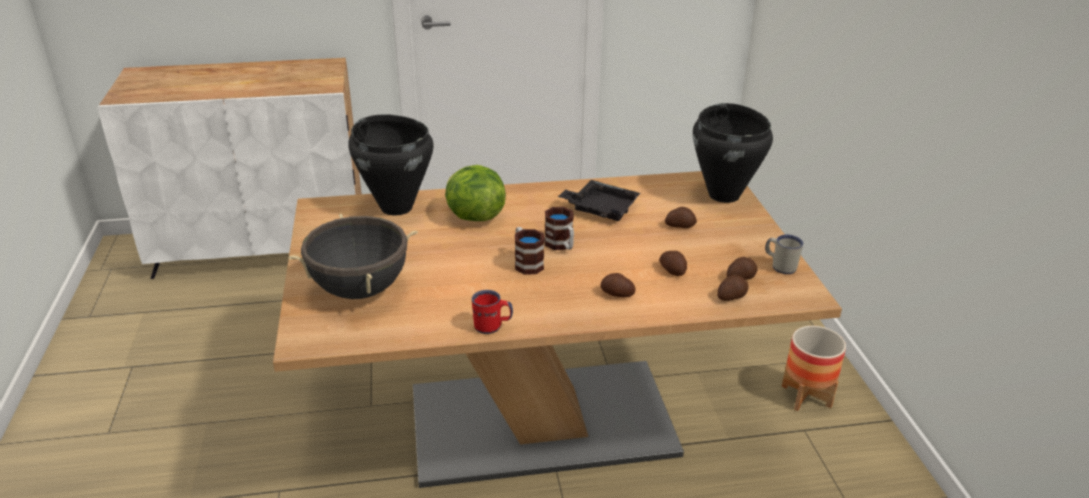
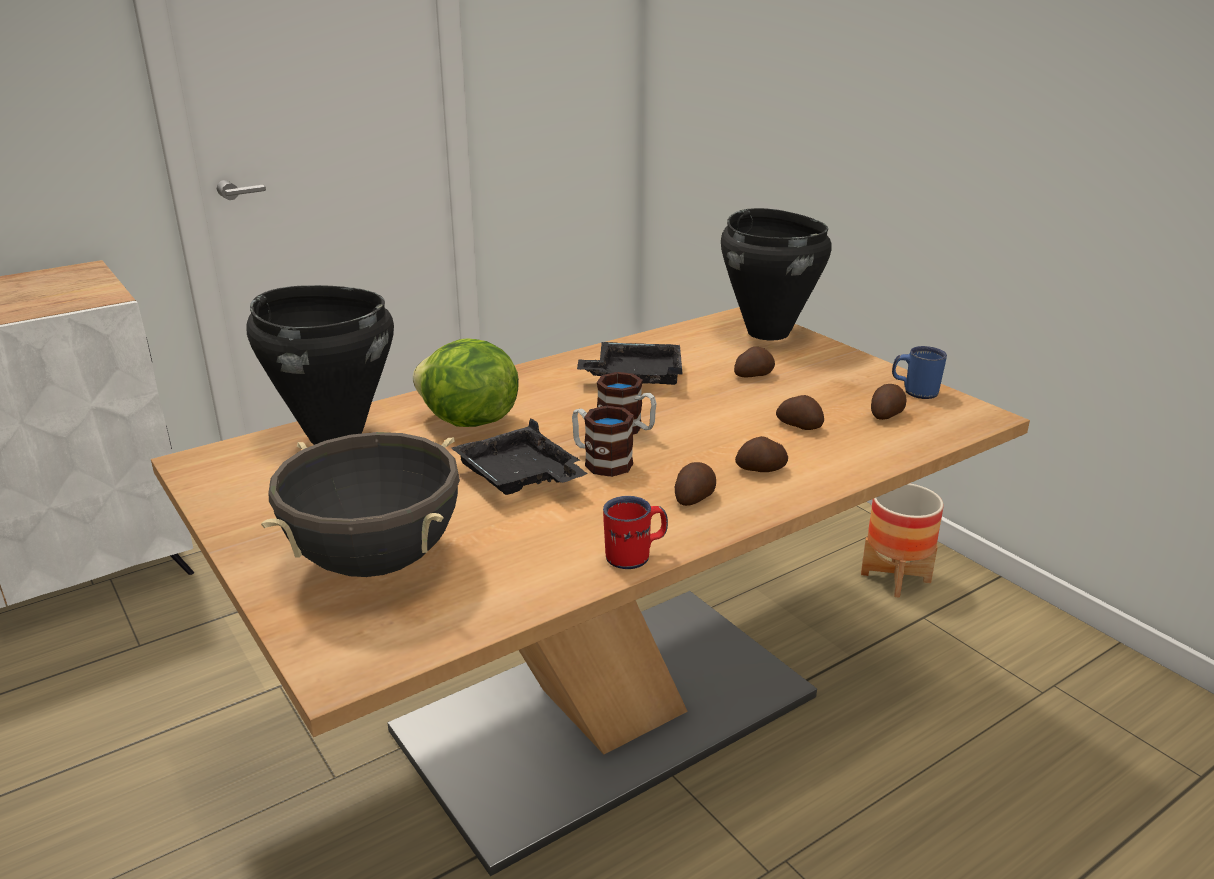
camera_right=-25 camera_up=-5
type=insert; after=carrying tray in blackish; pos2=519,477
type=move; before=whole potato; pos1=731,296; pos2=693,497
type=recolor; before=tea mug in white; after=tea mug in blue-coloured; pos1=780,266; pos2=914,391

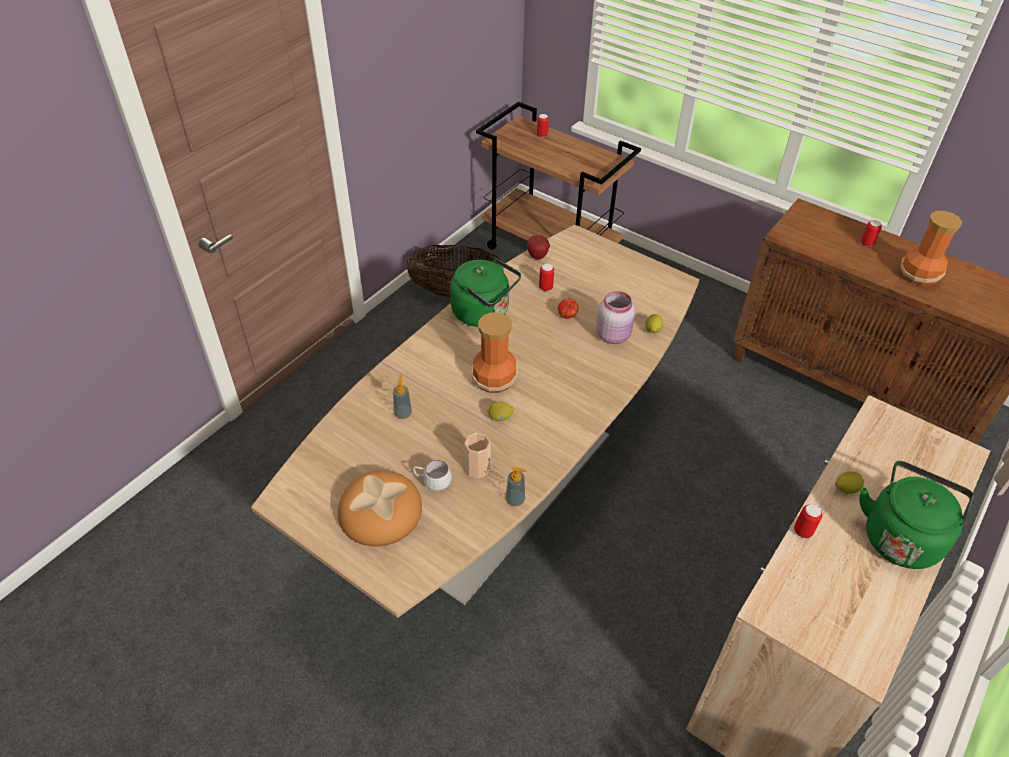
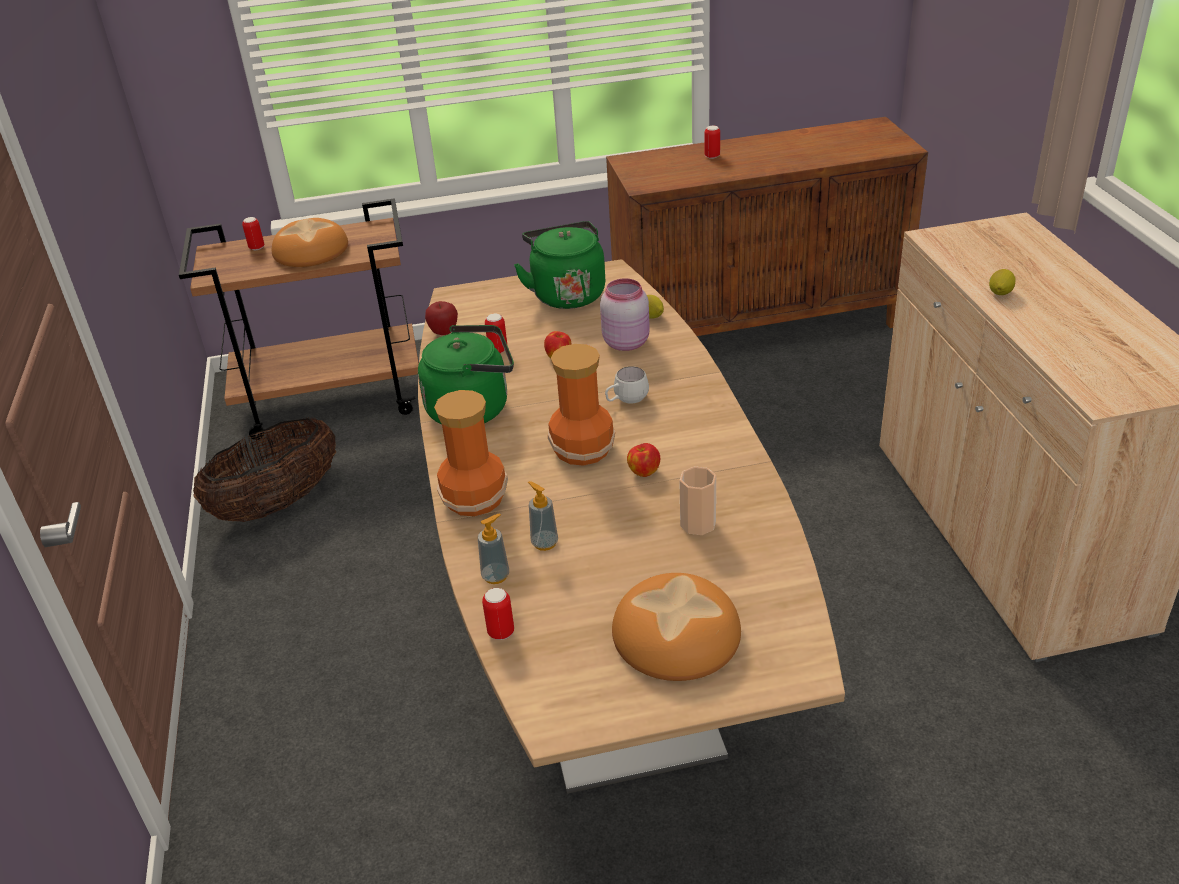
camera_right=-45 camera_up=-10
type=insert; after=baked bread; pos2=311,250
type=move; before=tea mug in white; pos1=432,482; pos2=626,400
type=move; before=soap bottle; pos1=515,500; pos2=495,576
type=move; before=metal can; pos1=802,531; pos2=501,632
type=move; before=kettle in green; pos1=901,536; pos2=567,293
type=move; before=decorative vase; pos1=920,275; pos2=476,497
type=replace; before=citrus fruit; after=apple; pos1=500,417; pos2=643,471

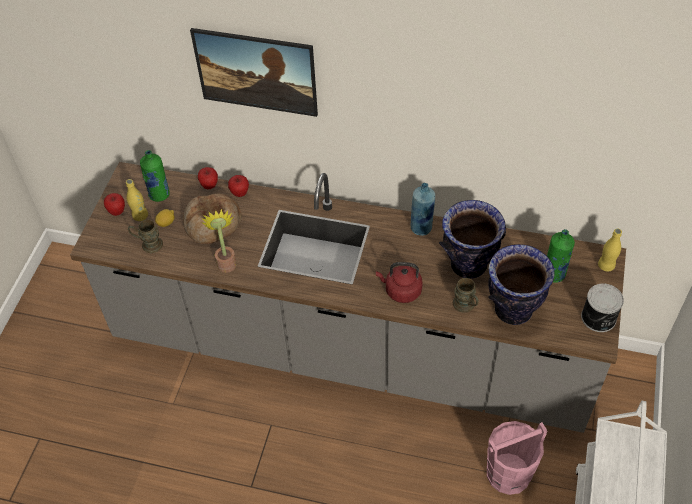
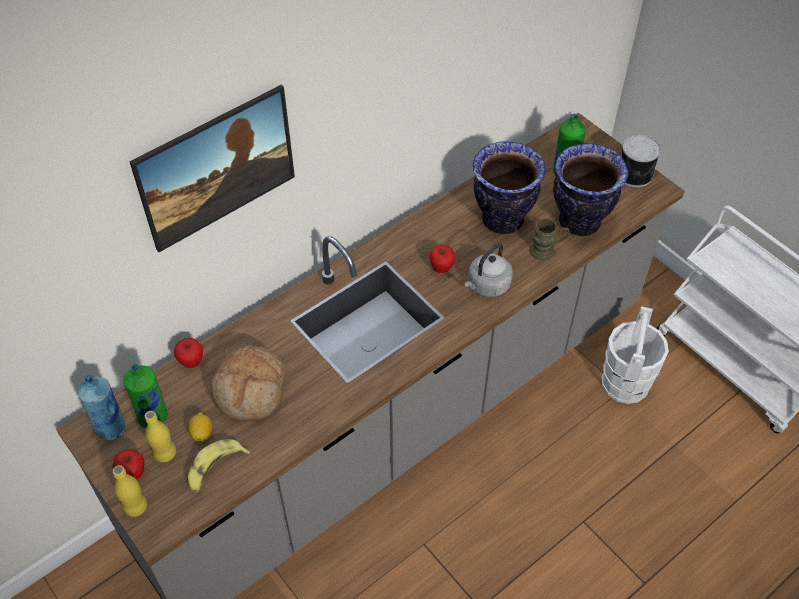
camera_right=-55 camera_up=0
type=delete; before=plant in a pot; pos1=226,261
type=move; before=apple; pos1=240,193; pos2=441,268
type=move; before=drink bottle in blue-coloured; pos1=421,228; pos2=111,427
type=move; before=drink bottle in yellow-coloured; pos1=606,266; pos2=136,507
type=replace; before=tea mug in brownish; after=whole banana; pos1=148,244; pos2=215,469
type=recolor; before=kettle in red; after=kettle in gray; pos1=401,291; pos2=487,286
type=recolor; before=bucket in pinkish; after=bucket in white; pos1=509,473; pos2=625,382

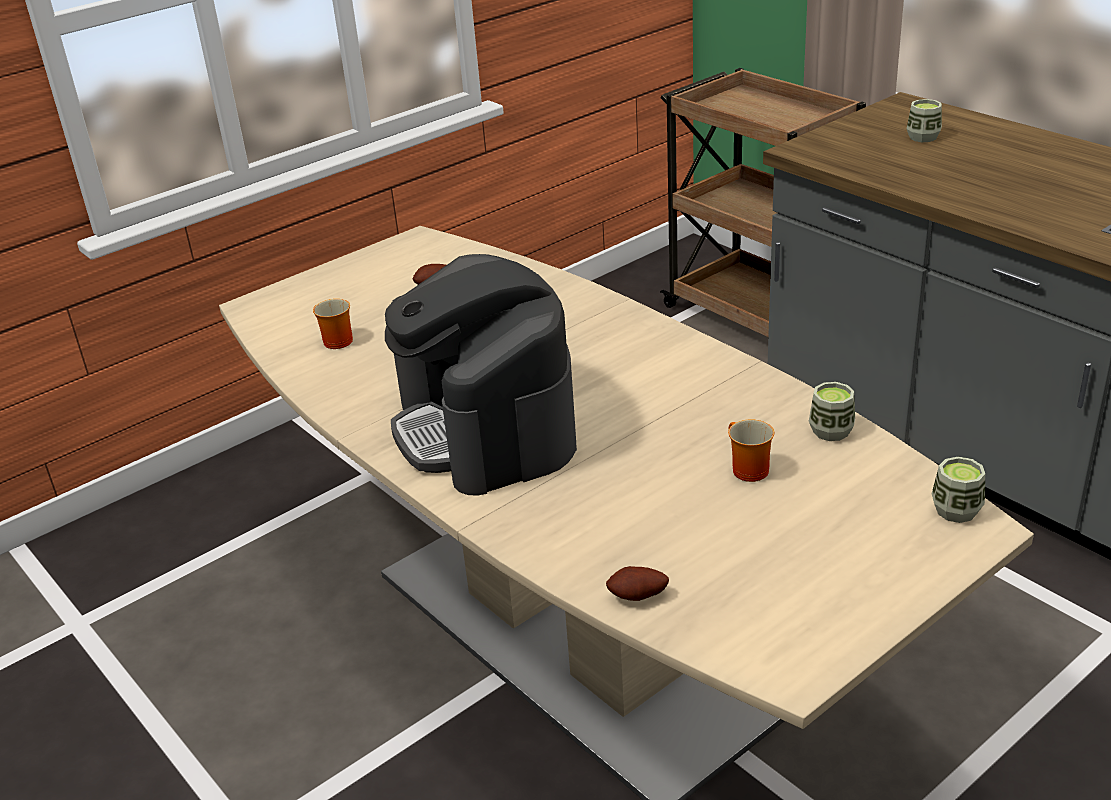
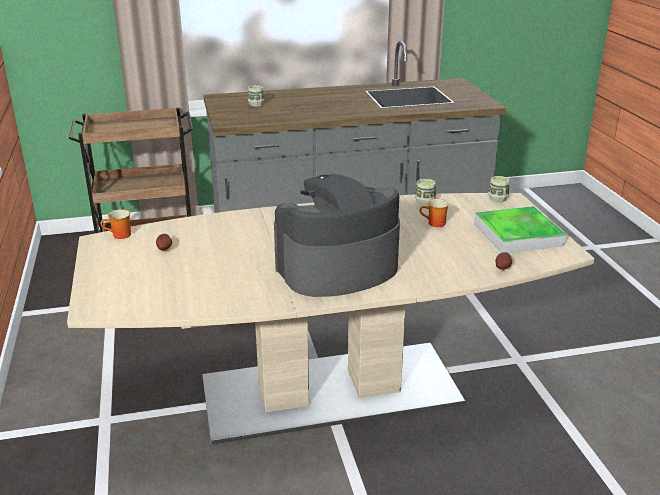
camera_right=-65 camera_up=-5
type=insert; after=carrying tray; pos2=517,234
type=move; before=tea mug; pos1=334,341; pos2=120,236
type=rotate; before=coffee maker; pos1=486,429; pos2=337,269; turn=150

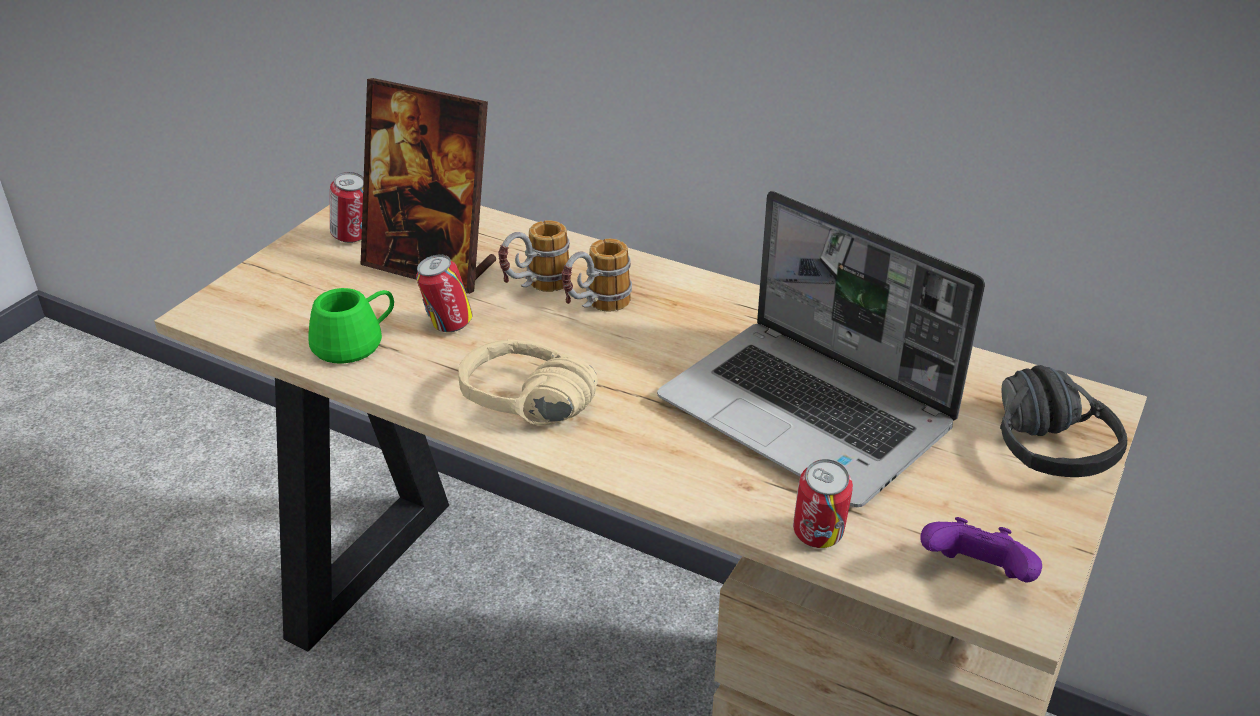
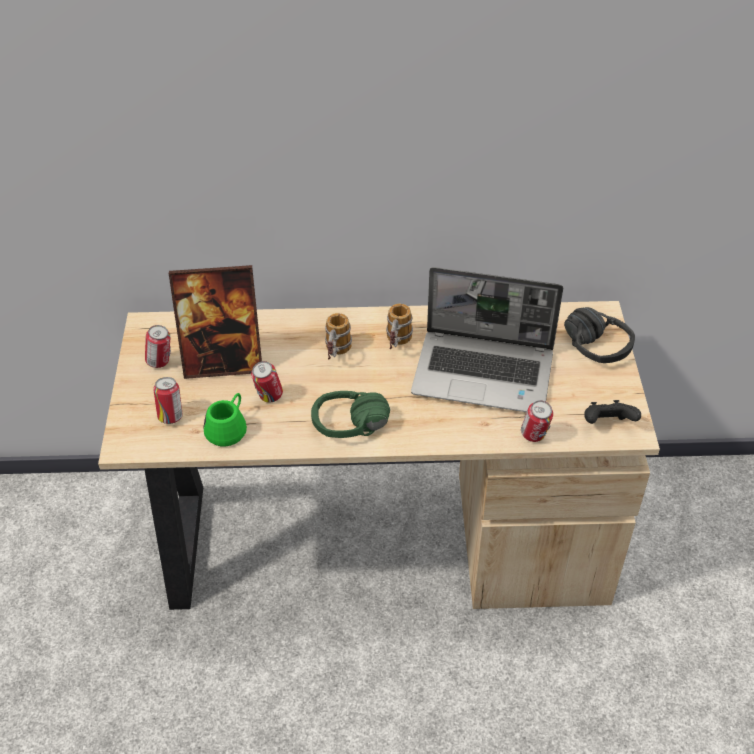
camera_right=-30 camera_up=10
type=insert; after=metal can; pos2=171,416
type=move; before=tea mug; pos1=535,289; pos2=397,344
type=recolor; before=headset in sand-coloured; after=headset in green; pos1=519,415; pos2=352,433
type=recolor; before=joypad in purple-coloured; after=joypad in blackish; pos1=976,575; pos2=607,424

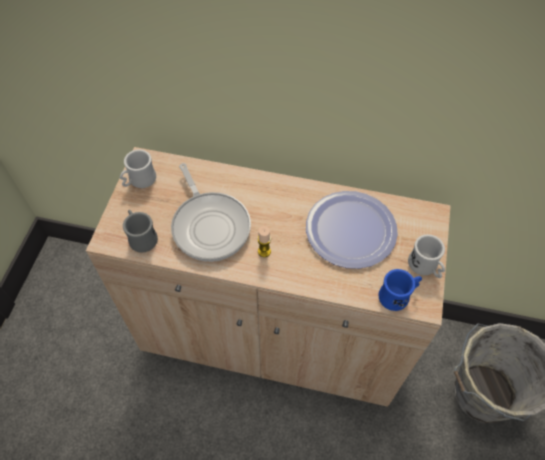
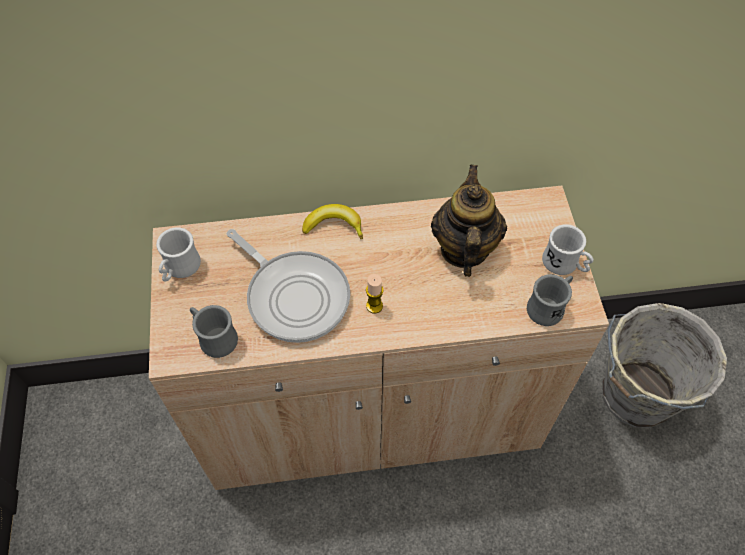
camera_right=-20 camera_up=0
type=insert; after=whole banana; pos2=334,225
type=replace; before=flat dish; after=tea pot; pos1=350,230; pos2=464,249
type=recolor; before=tea mug in blue-coloured; after=tea mug in gray; pos1=398,296; pos2=549,307

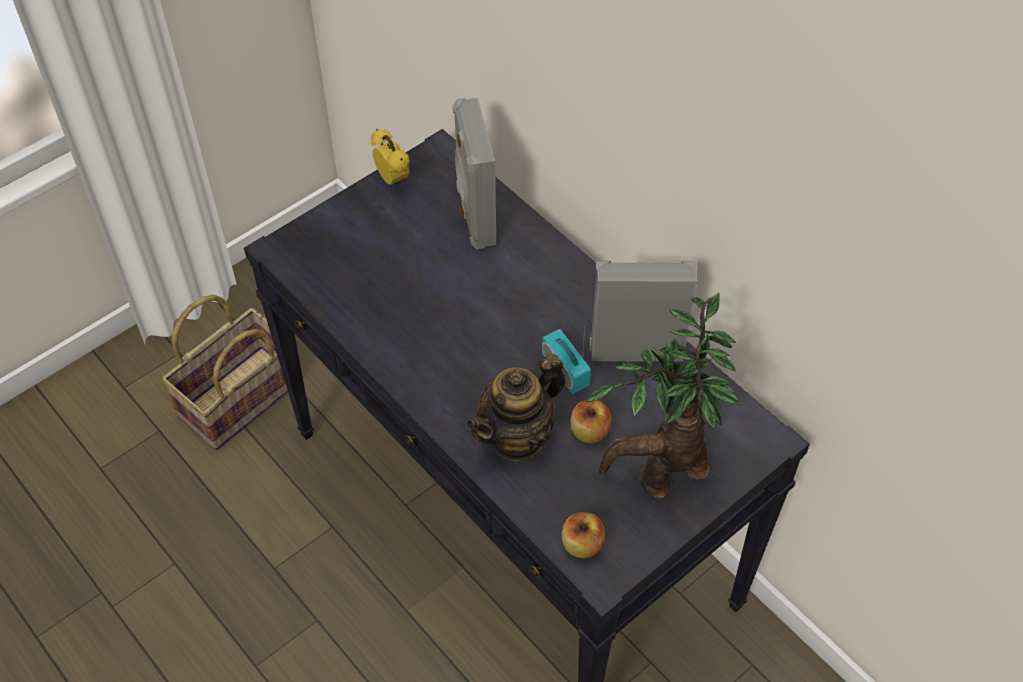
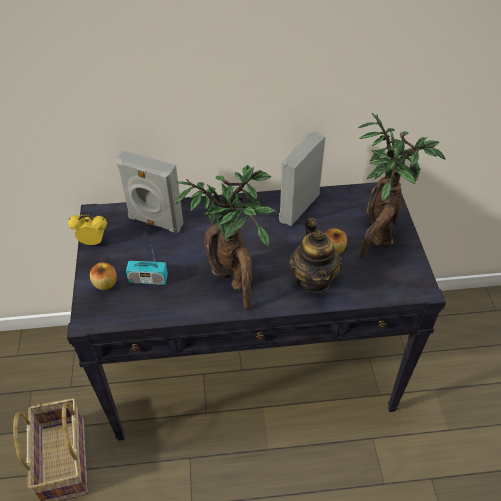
camera_right=-55 camera_up=-5
type=insert; after=plant in a pot; pos2=233,281
type=move; before=radio set; pos1=565,370; pos2=148,279
type=move; before=apple; pos1=582,544; pos2=105,283

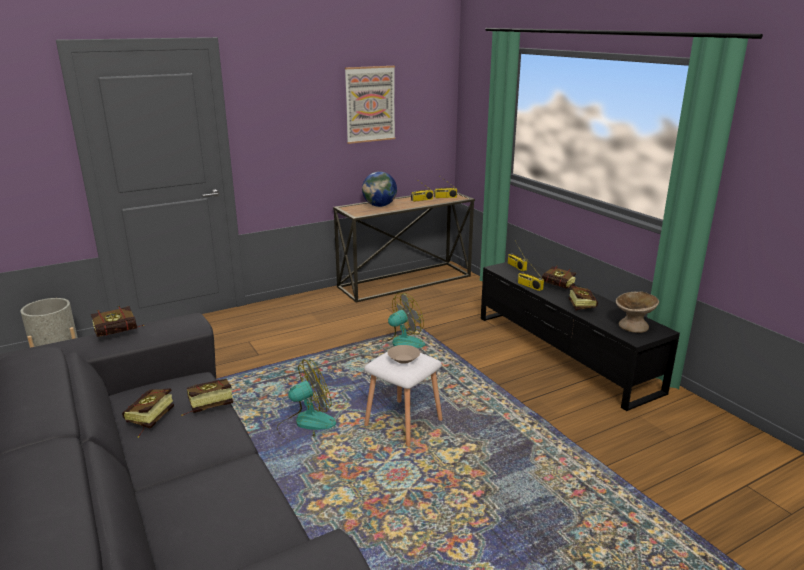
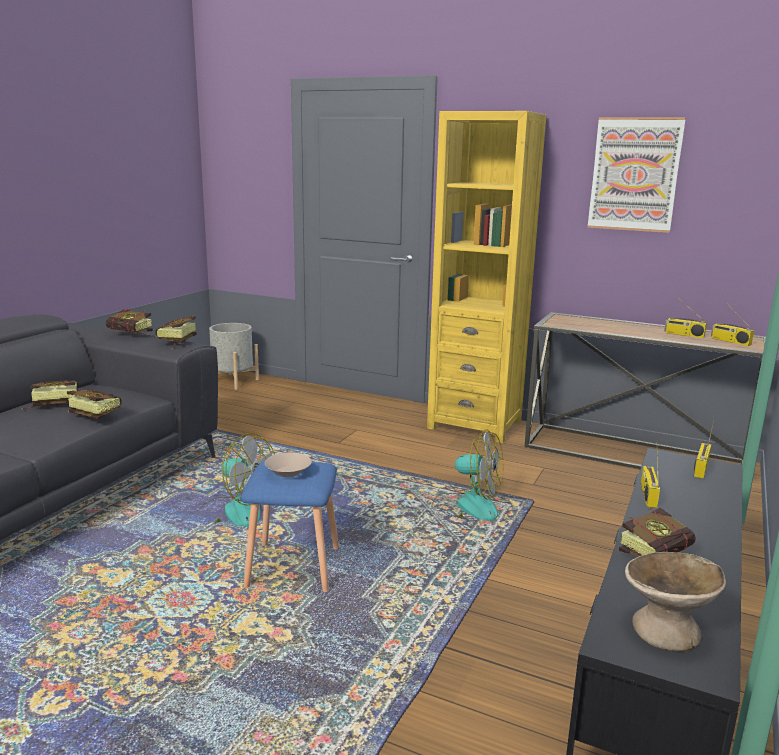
camera_right=55 camera_up=-5
type=delete; before=world globe; pos1=379,206
type=insert; after=bookshelf in yellow-coloured; pos2=475,424
type=move; before=volume; pos1=561,288; pos2=175,343
type=recolor; before=stool seat in white; after=stool seat in blue-coloured; pos1=403,423; pos2=291,567

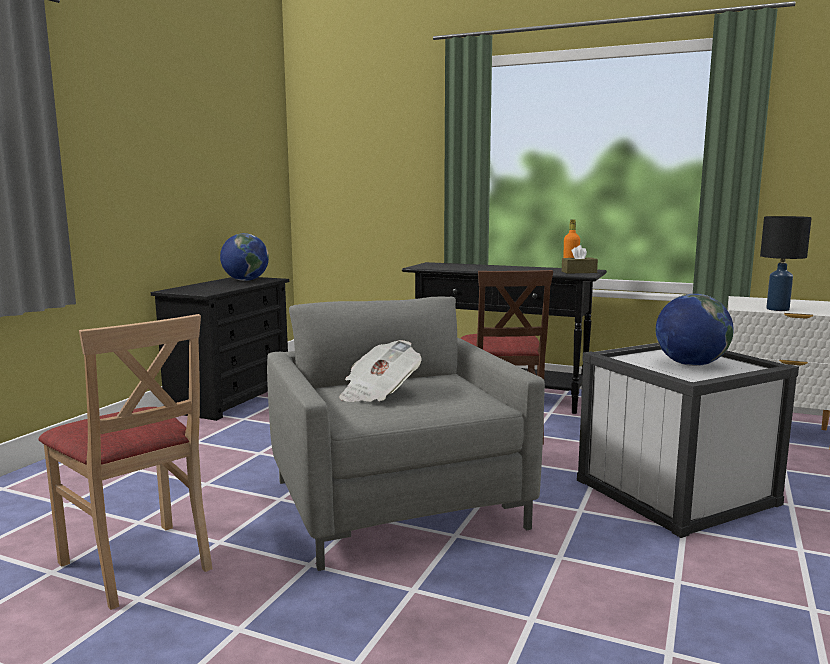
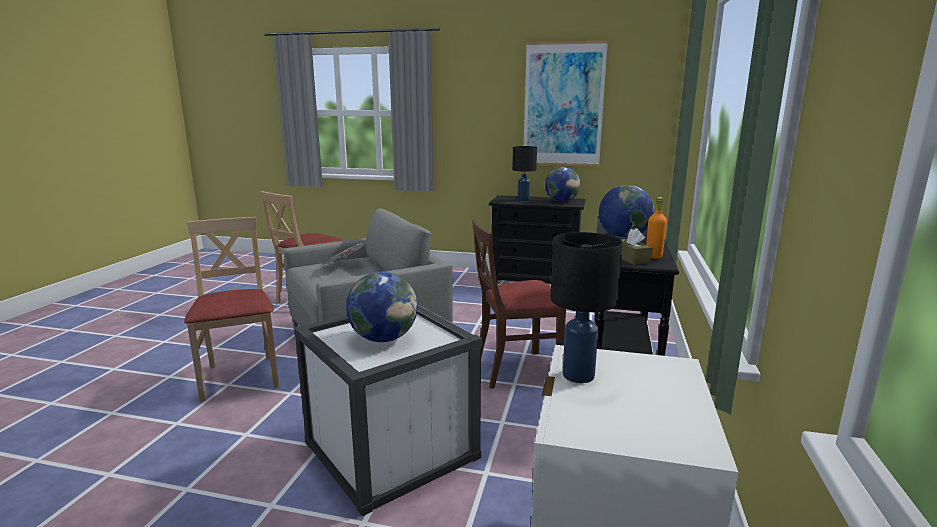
camera_right=80 camera_up=5
type=insert; after=plain chair in sand-coloured; pos2=241,377
type=insert; after=tabletop lamp in blackish; pos2=523,200
type=insert; after=wall art; pos2=563,105
type=insert; after=world globe; pos2=623,237

